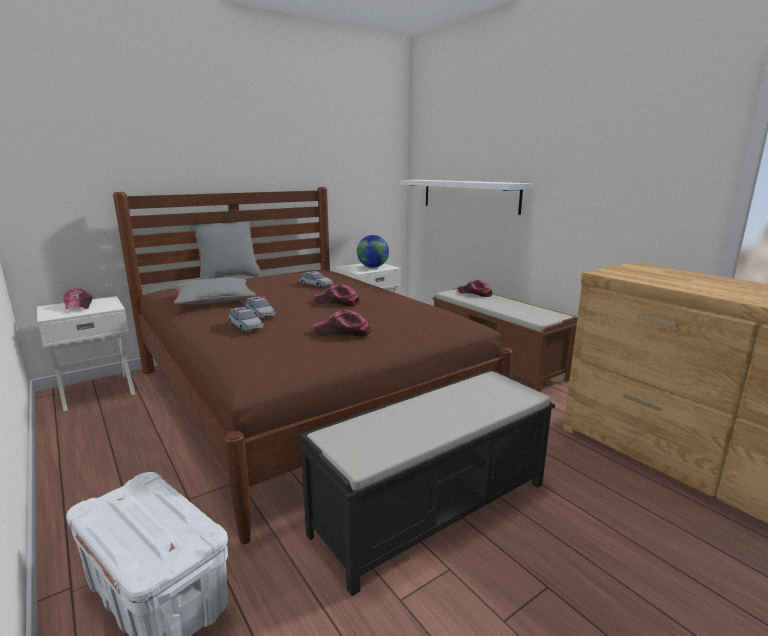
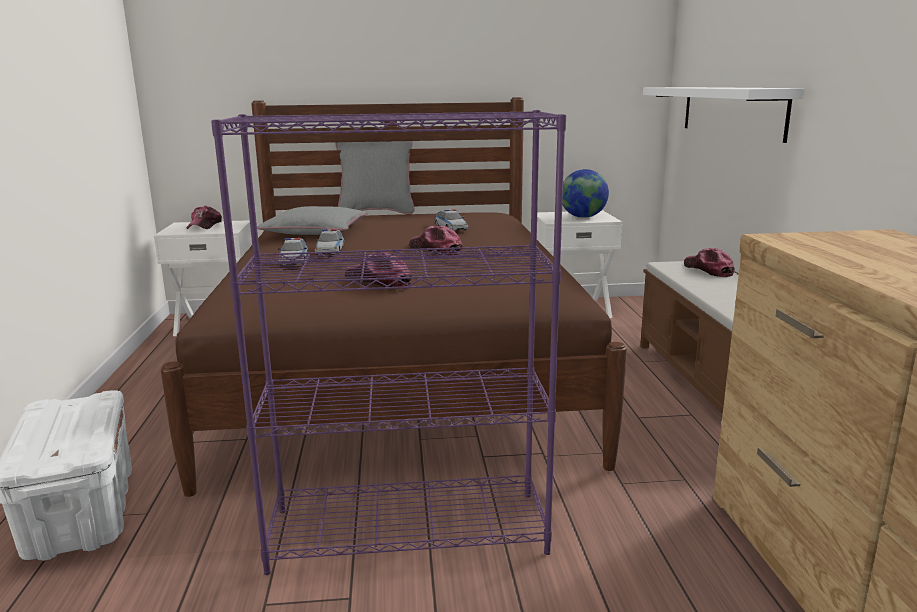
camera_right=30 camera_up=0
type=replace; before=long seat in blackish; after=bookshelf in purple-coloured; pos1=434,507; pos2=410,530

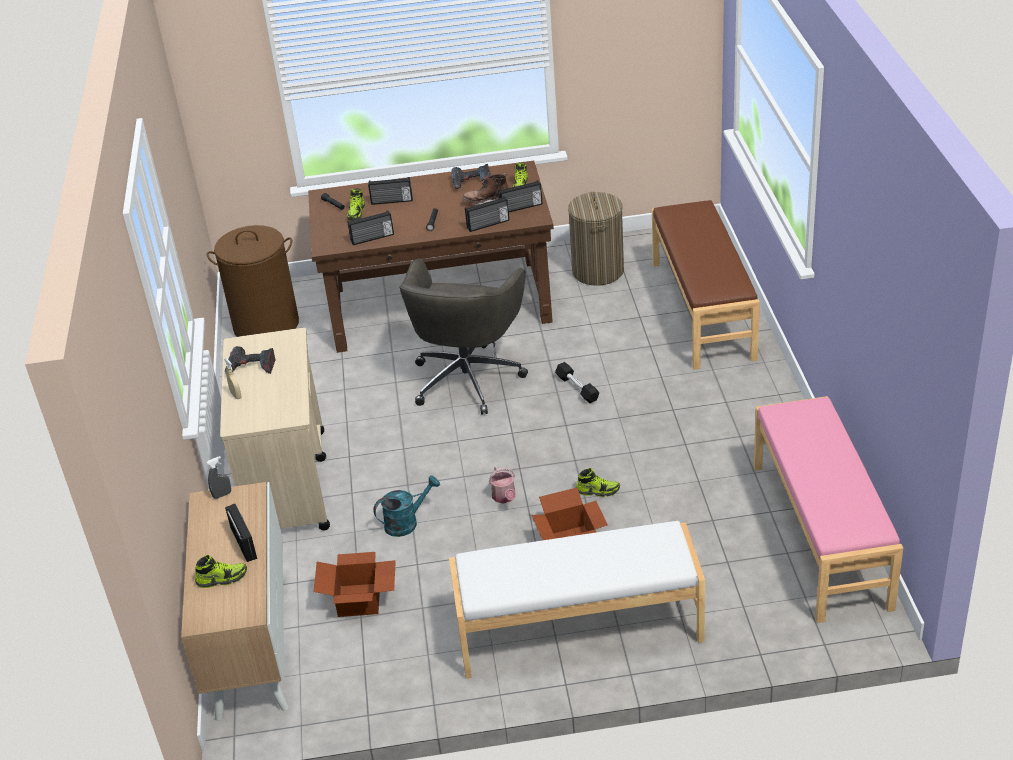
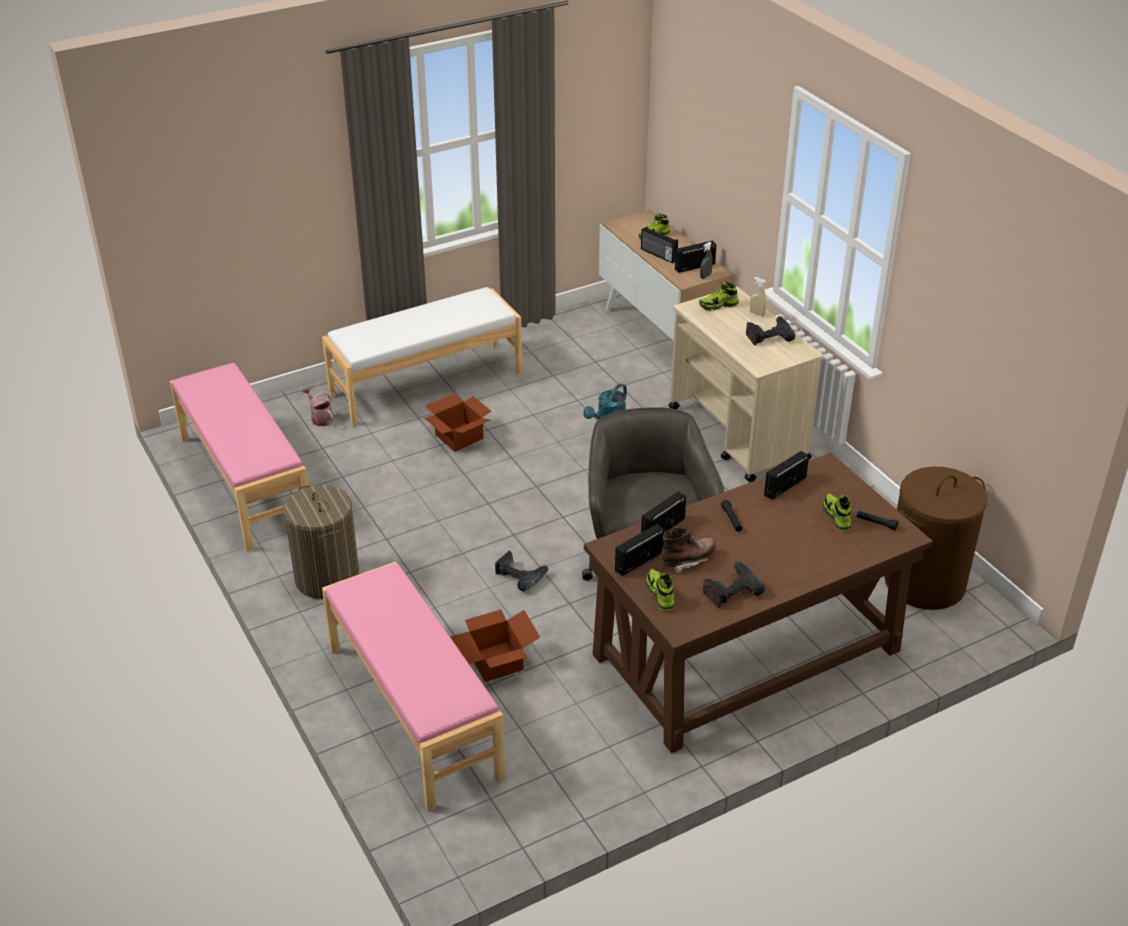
camera_right=155 camera_up=0
type=move; before=cardboard box; pos1=360,601; pos2=494,661
type=move; before=radio set; pos1=392,201; pos2=694,266
type=move; before=sprinkling can; pos1=504,497; pos2=320,418
type=move; before=washing basket; pos1=598,271; pos2=327,578
type=move; before=low shoe; pos1=598,490; pos2=718,305
type=replace; before=dumbbell in blackish; after=electric drill; pos1=577,388; pos2=521,576
type=recolor; before=long seat in brownish; after=long seat in pinkish; pos1=703,310; pos2=412,712

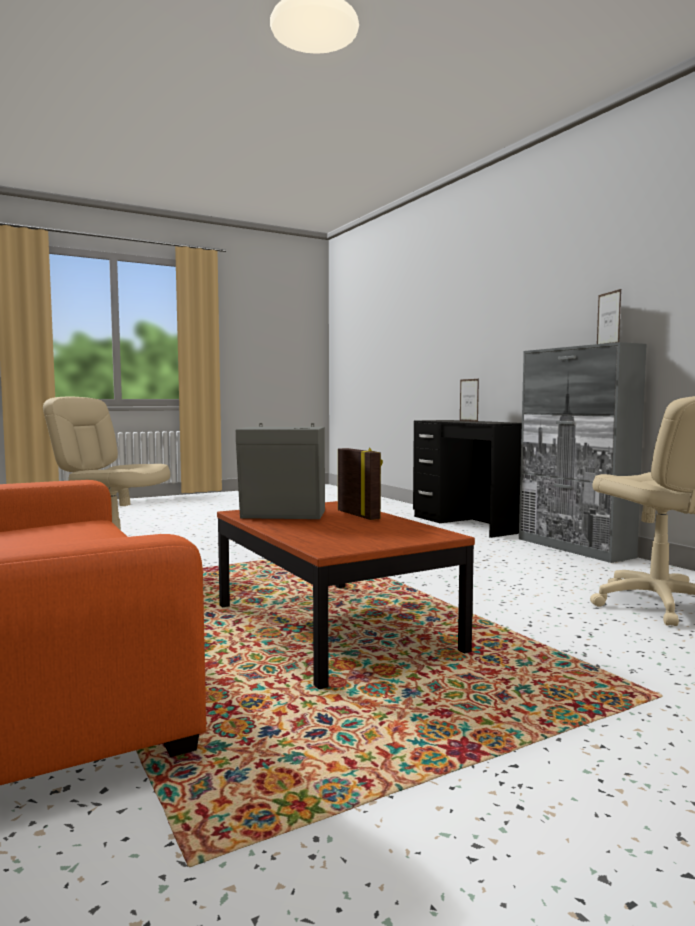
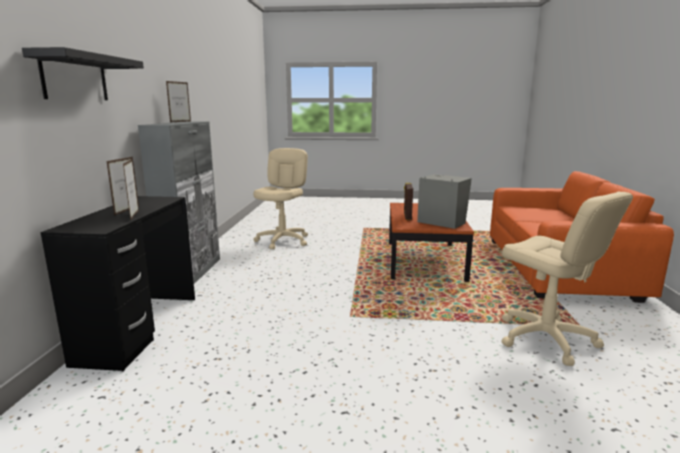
camera_right=-145 camera_up=10
type=insert; after=bracket shelf in blackish; pos2=75,77
type=insert; after=picture frame; pos2=134,215

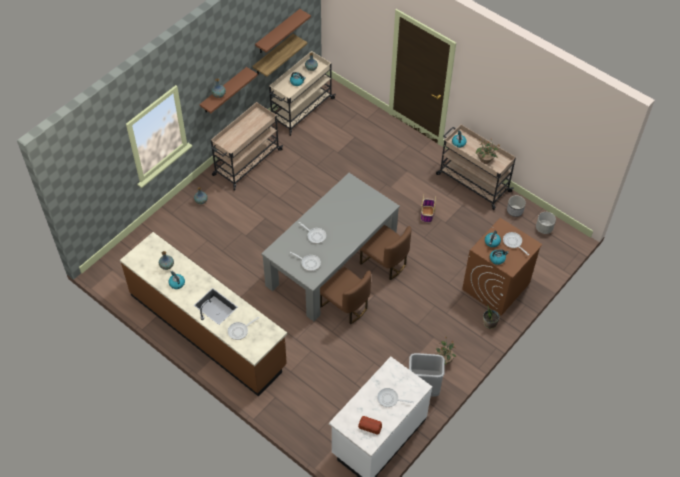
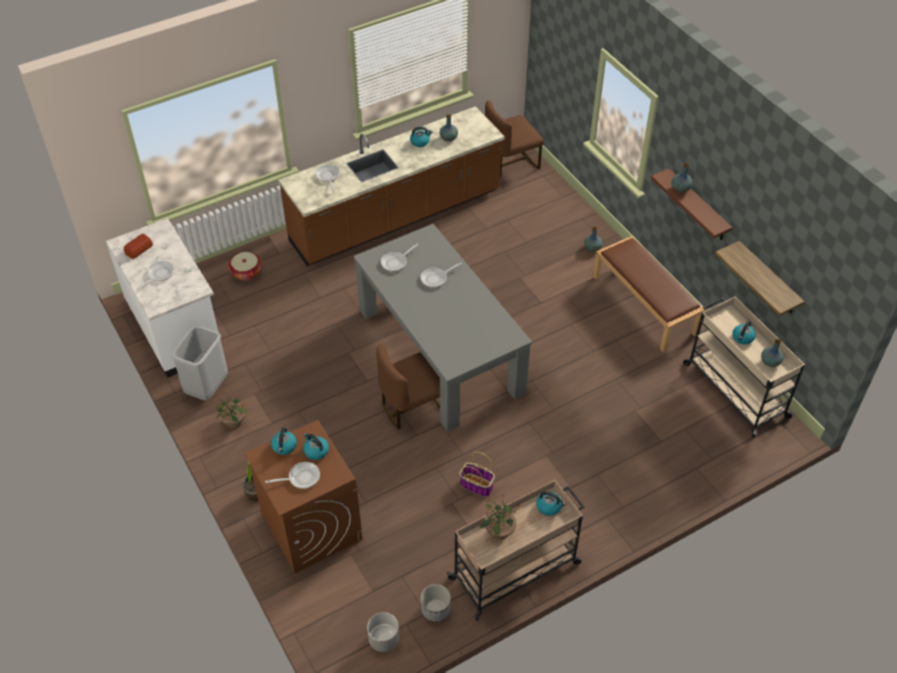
camera_right=110 camera_up=-5
type=delete; before=bracket shelf in brownish; pos1=278,32
type=insert; after=basket; pos2=246,272
type=move; before=plain chair in brownish; pos1=345,306; pos2=510,162
type=replace; before=wheeled cart in sand-coloured; after=long seat in brownish; pos1=246,163; pos2=645,305

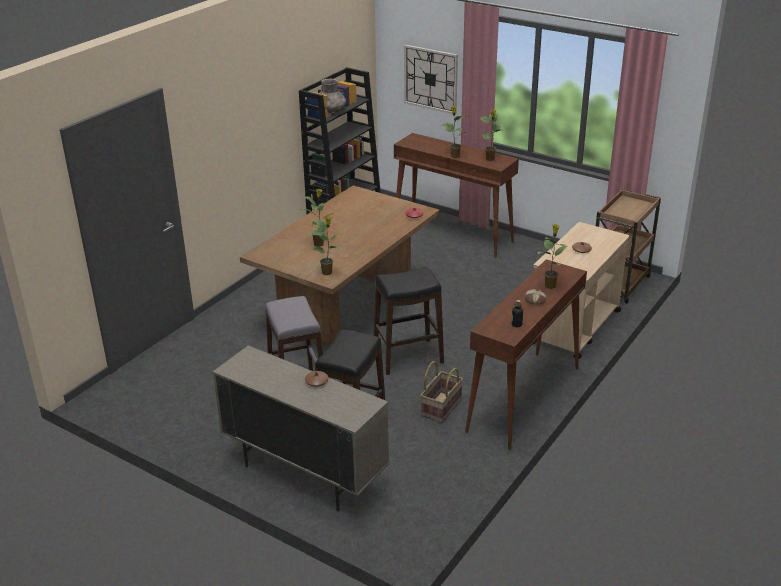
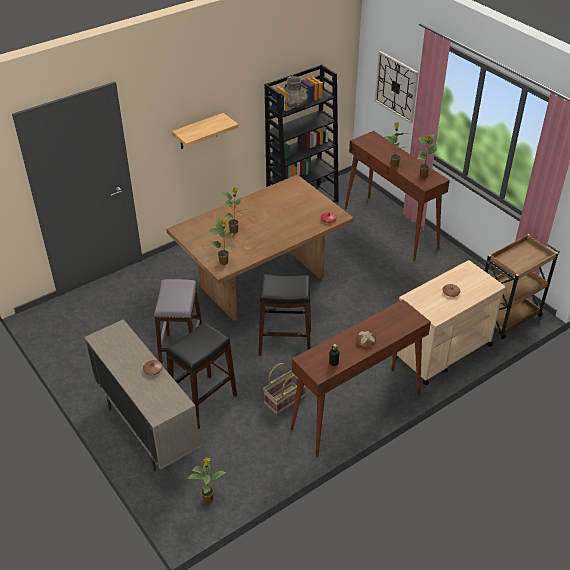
camera_right=20 camera_up=10
type=insert; after=bracket shelf; pos2=198,131
type=move; before=plant in a pot; pos1=550,285; pos2=208,498

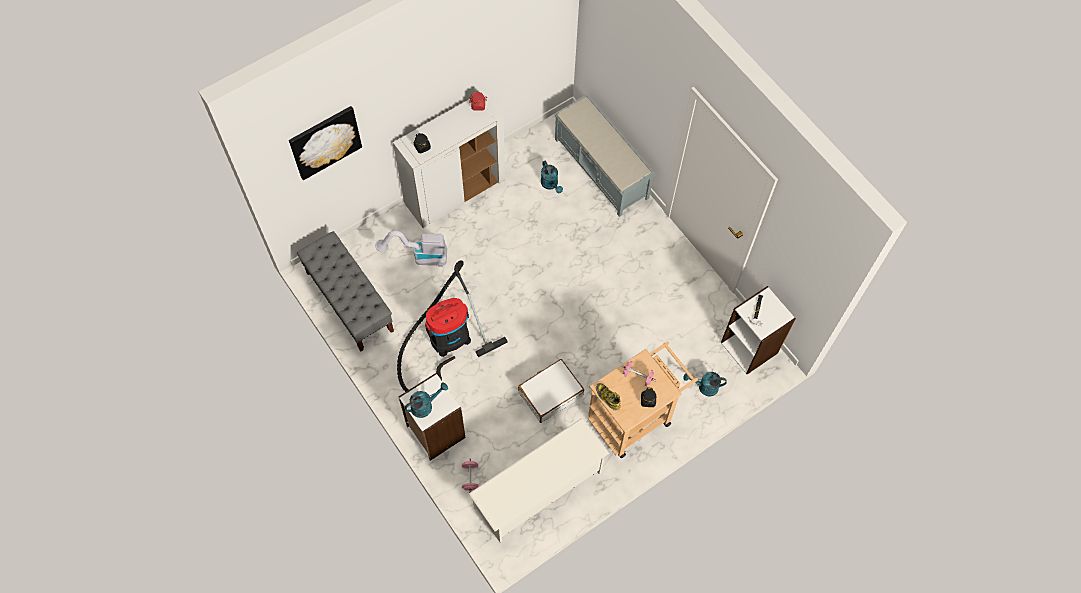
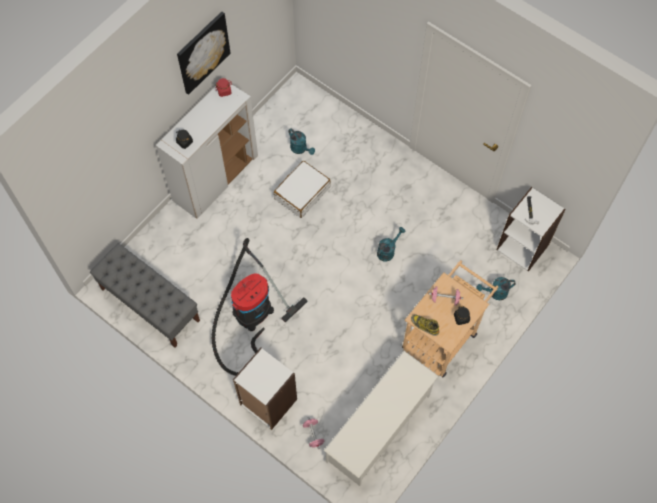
camera_right=-15 camera_up=0
type=delete; before=vacuum; pos1=419,257
type=delete; before=long seat in gray; pos1=602,169
type=move; before=wall art; pos1=325,142; pos2=203,52
type=move; before=sprinkling can in turquoise-coloured; pos1=425,405; pos2=388,251
type=move; before=piece of luggage in white; pos1=550,393; pos2=302,193

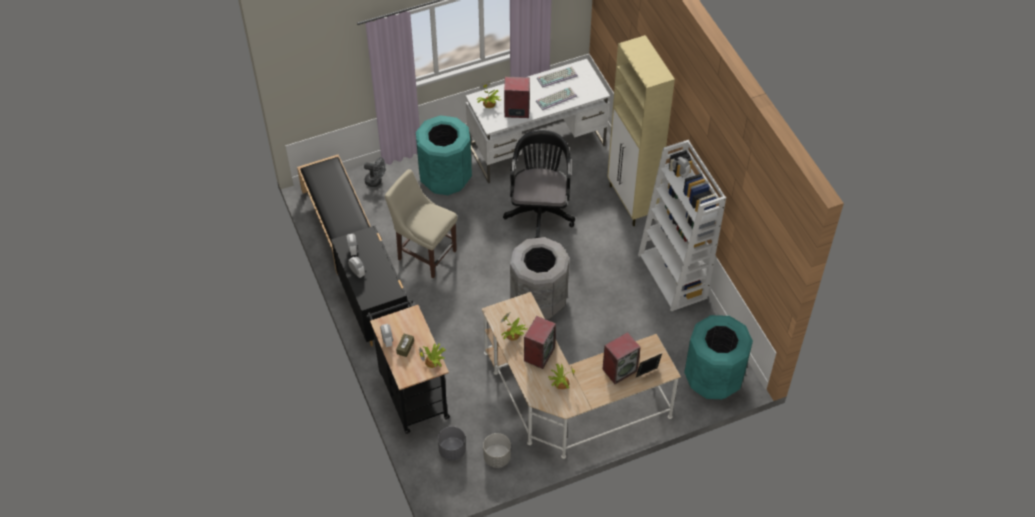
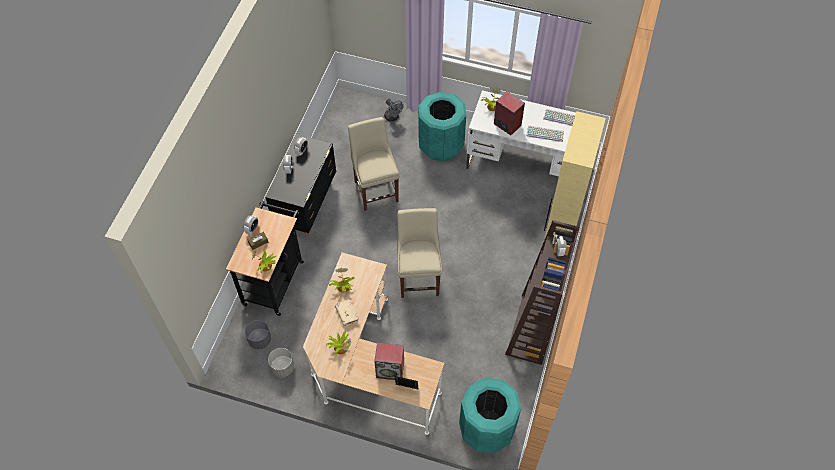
camera_right=40 camera_up=5
type=delete; before=long seat in blackish; pos1=339,224
type=delete; before=desk chair in blackish; pos1=540,210
type=replace; before=trash can in gray; after=plain chair in sand-coloured; pos1=538,300; pos2=419,276
type=replace; before=loudspeaker; after=volume in sand-coloured; pos1=539,354; pos2=347,314
type=recolor; before=bookshelf in white; after=bookshelf in brownish; pos1=673,277; pos2=532,329

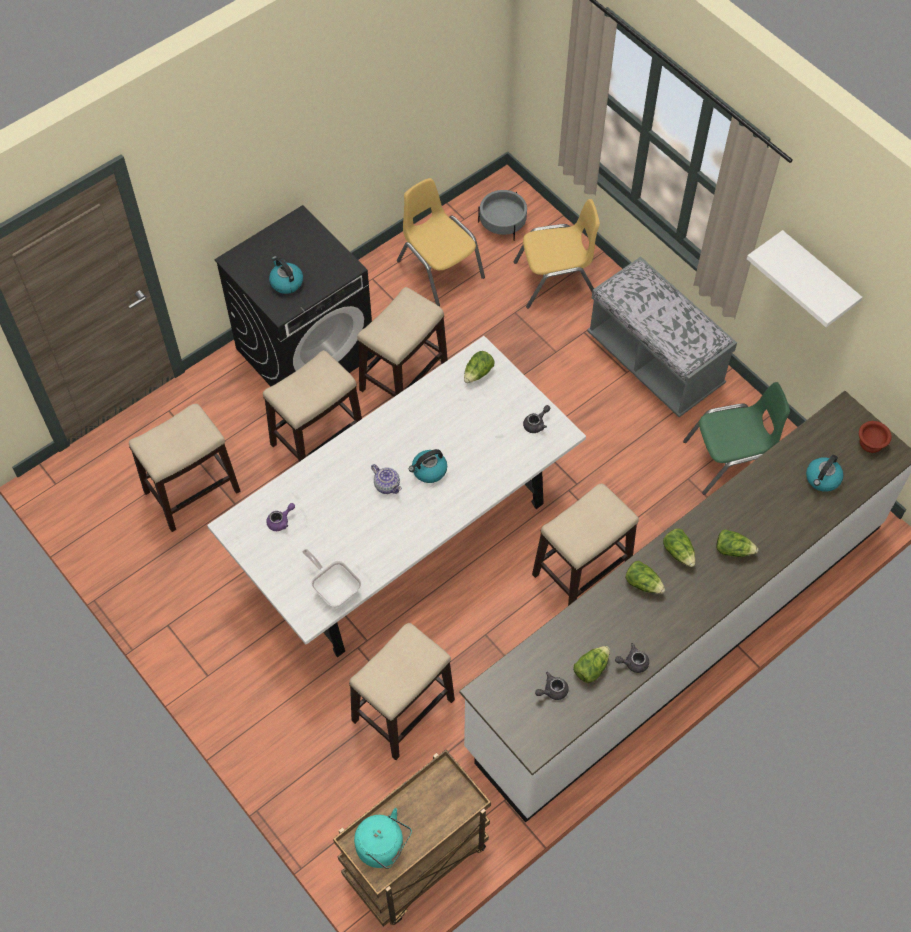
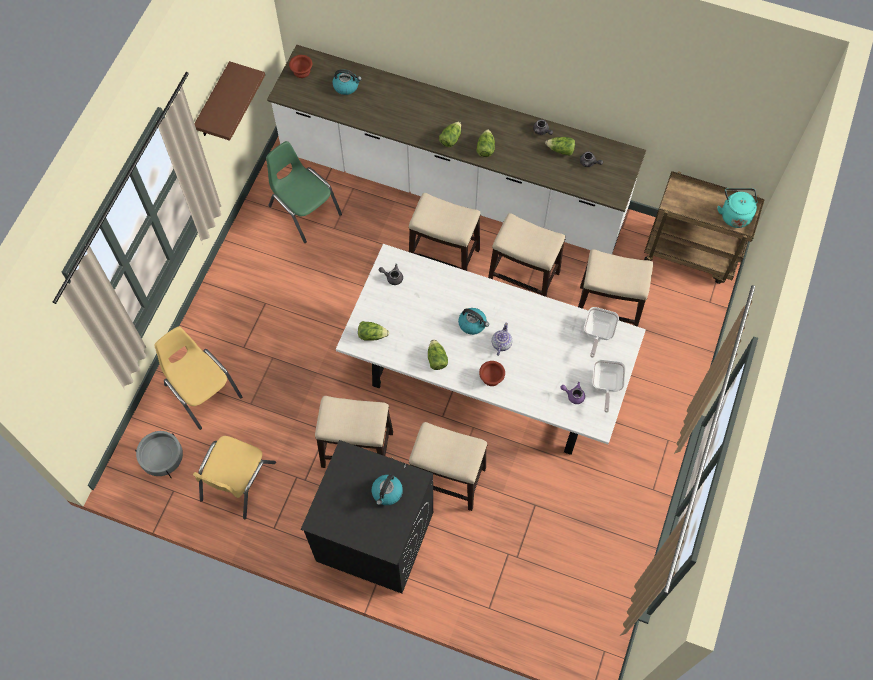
camera_right=-120 camera_up=5
type=delete; before=long seat in gray; pos1=654,361
type=insert; after=bowl in brownish; pos2=491,378
type=insert; after=skillet; pos2=606,385
type=move; before=stool seat; pos1=191,492; pos2=524,279
type=move; before=lettuce head; pos1=733,549; pos2=436,359
type=recolor; before=bracket shelf in white; after=bracket shelf in brownish; pos1=817,275; pos2=214,103

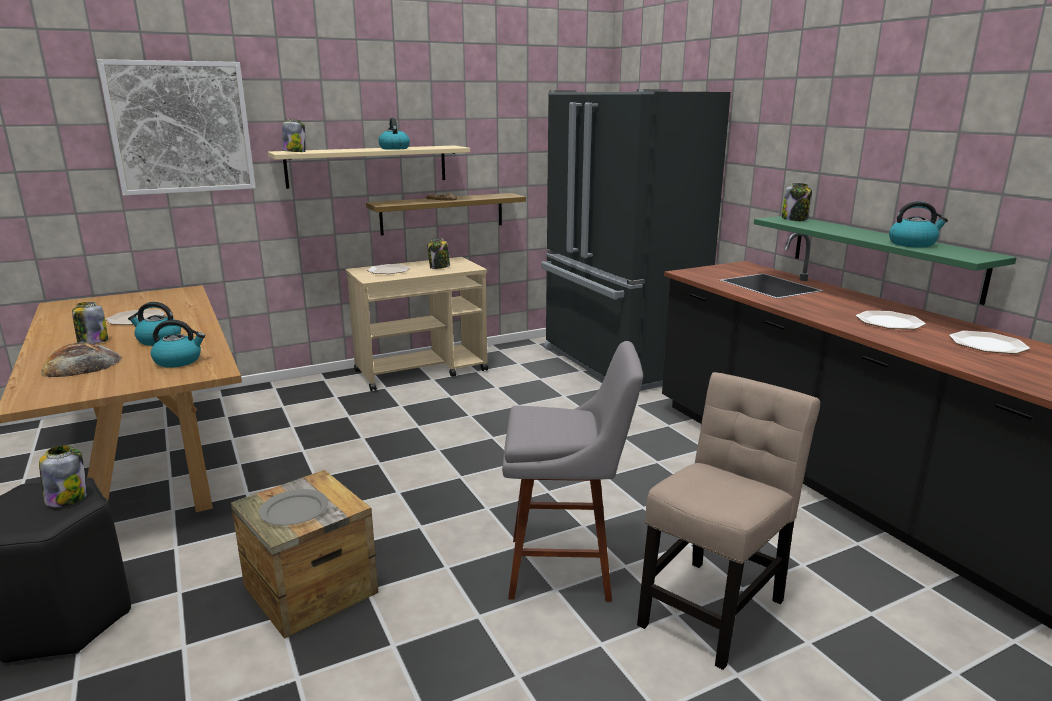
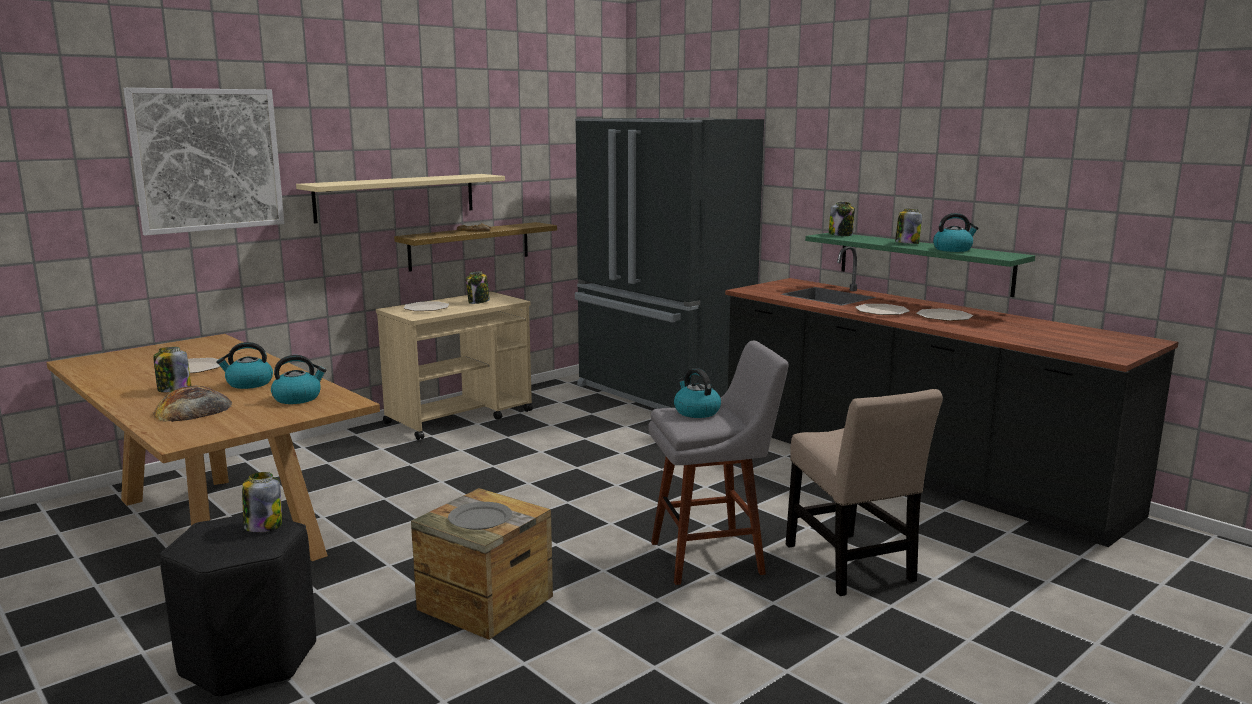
camera_right=-15 camera_up=-5
type=move; before=jar; pos1=294,152; pos2=907,243
type=move; before=kettle; pos1=394,148; pos2=696,412
type=move; before=flat dish; pos1=988,344; pos2=882,311
type=rotate; before=plain chair in sand-coloured; pos1=714,607; pos2=851,566; turn=135

